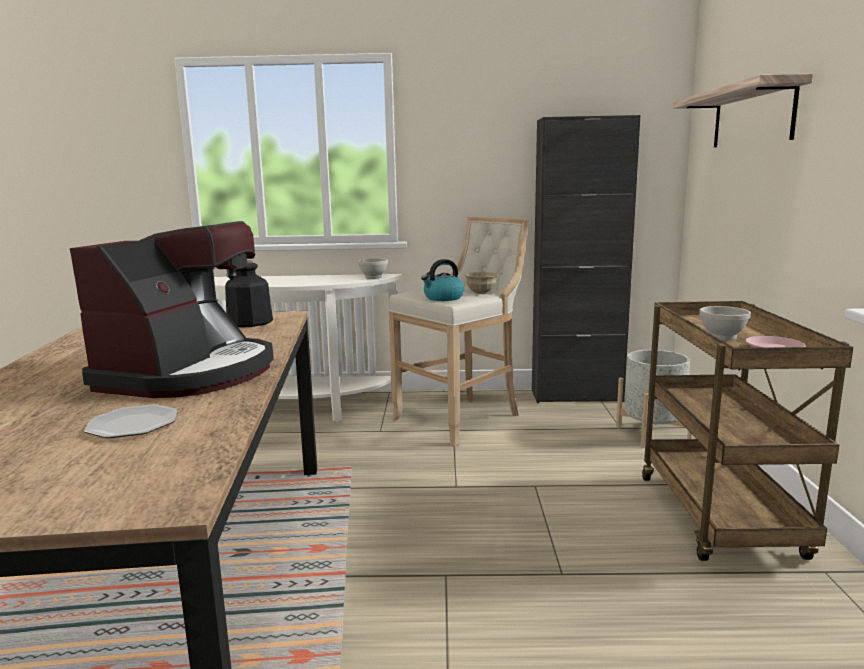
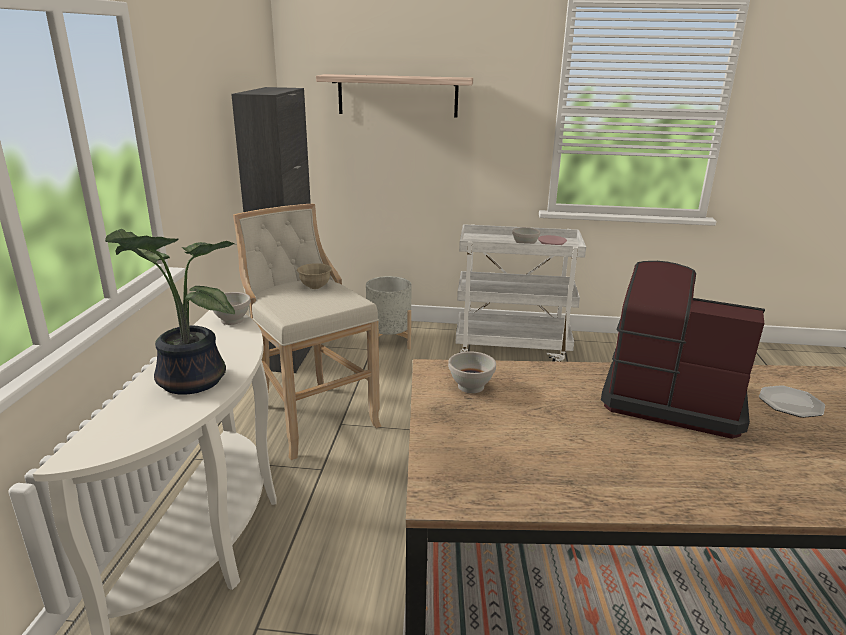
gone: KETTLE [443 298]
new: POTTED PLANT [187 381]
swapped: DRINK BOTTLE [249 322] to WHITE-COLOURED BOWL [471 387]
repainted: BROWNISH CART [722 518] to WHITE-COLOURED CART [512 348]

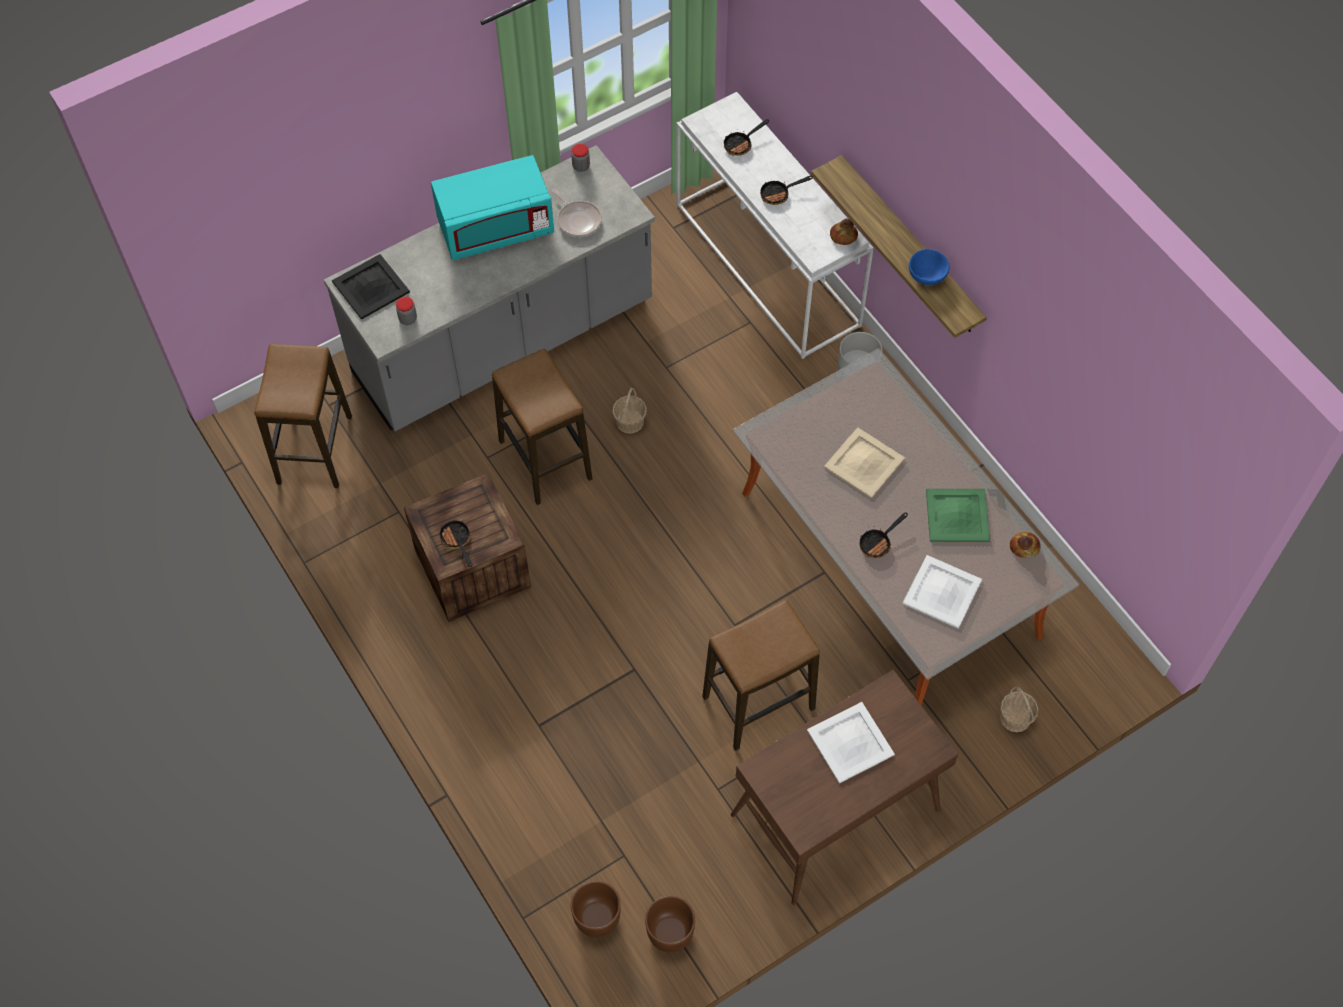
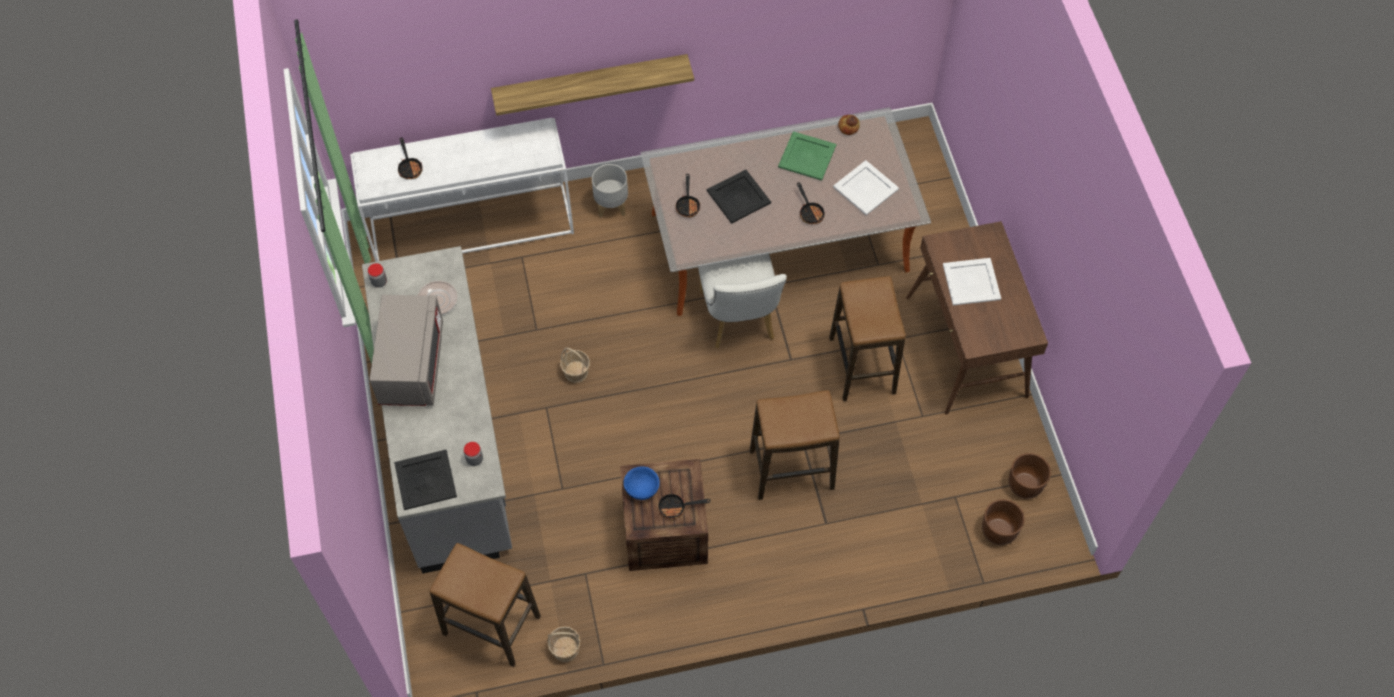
gone: BREAD [843 236]
new: WHITE-COLOURED UPRIGHT CHAIR [739 320]
shifted: STOOL SEAT [545 460] to [791 470]; FRYING PAN [779 194] to [688 204]; BLUISH BOWL [927 275] to [642 488]; BASKET [1015 718] to [565 649]
repainted: TURQUOISE MICROWAVE [496 228] to GRAY MICROWAVE [412 364]; BEIGE-COLOURED TRAY [865 463] to BLACK TRAY [738 196]

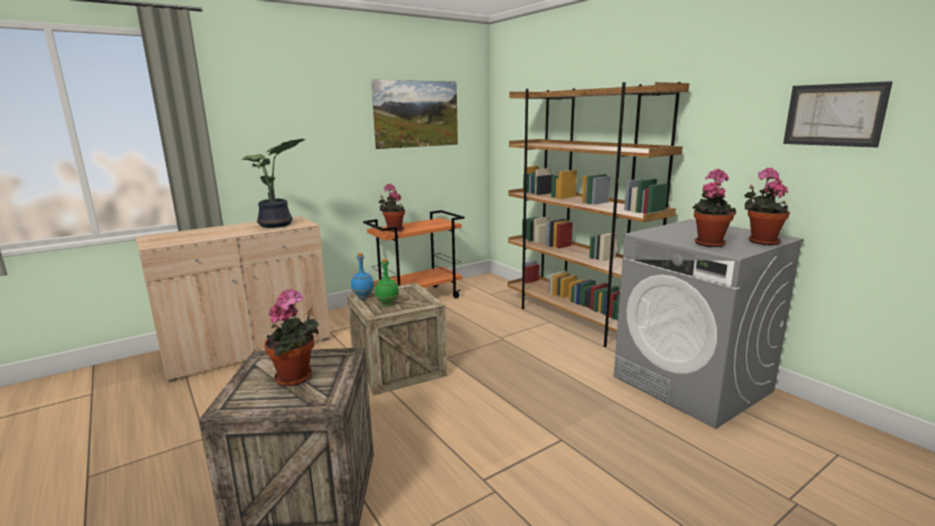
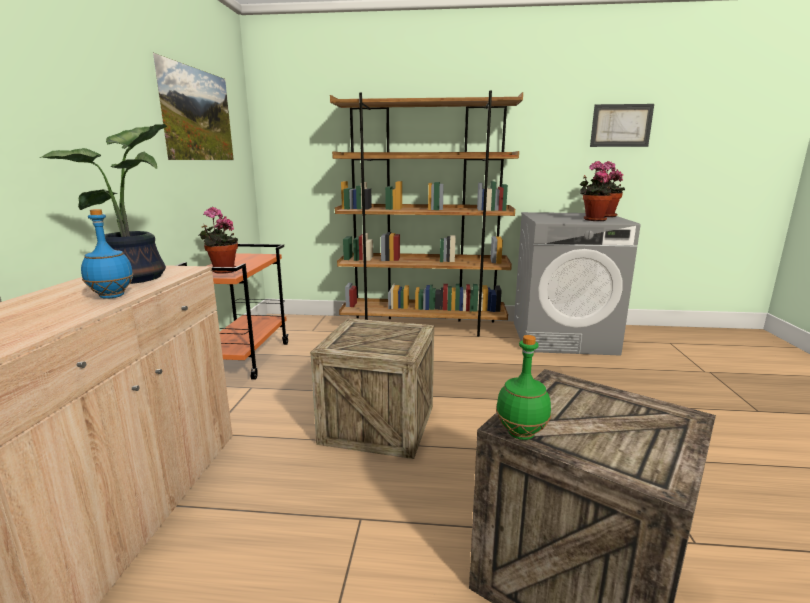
gone: POTTED PLANT [297 378]
shifted: BLUISH DRINK BOTTLE [363 297] to [113 296]; GREEN-COLOURED DRINK BOTTLE [387 304] to [520 434]

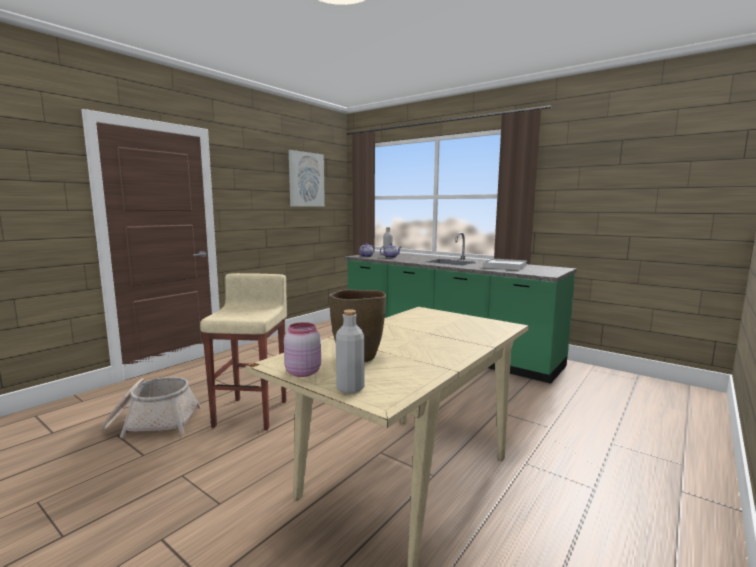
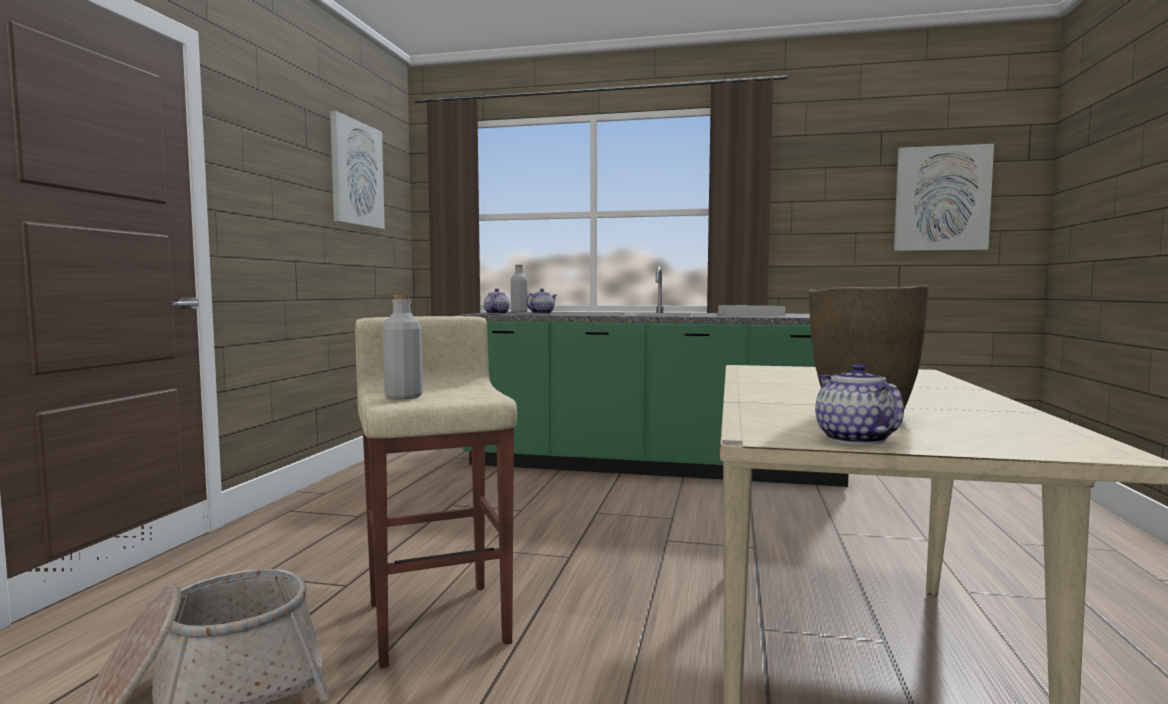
new: WALL PICTURE [941 199]
shifted: GRAY DRINK BOTTLE [350 388] to [403 397]
swapped: PINK-COLOURED JAR [302 372] to TEA POT [853 439]

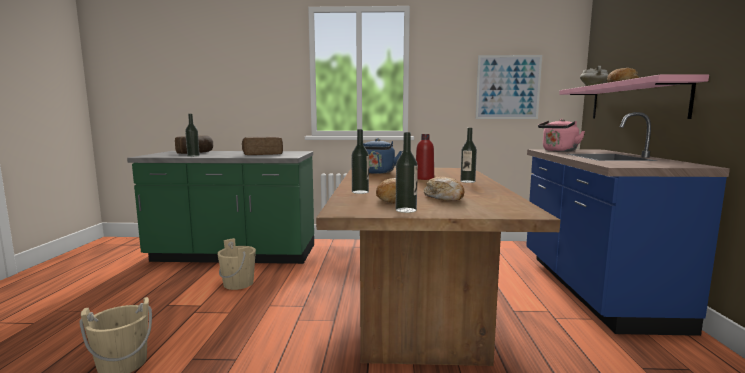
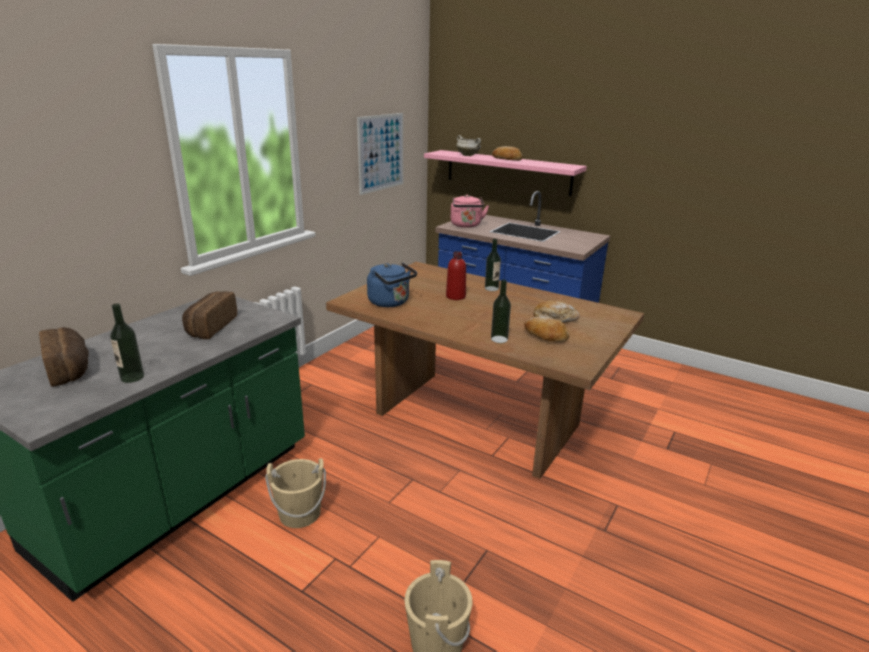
gone: DRINK BOTTLE [406 210]

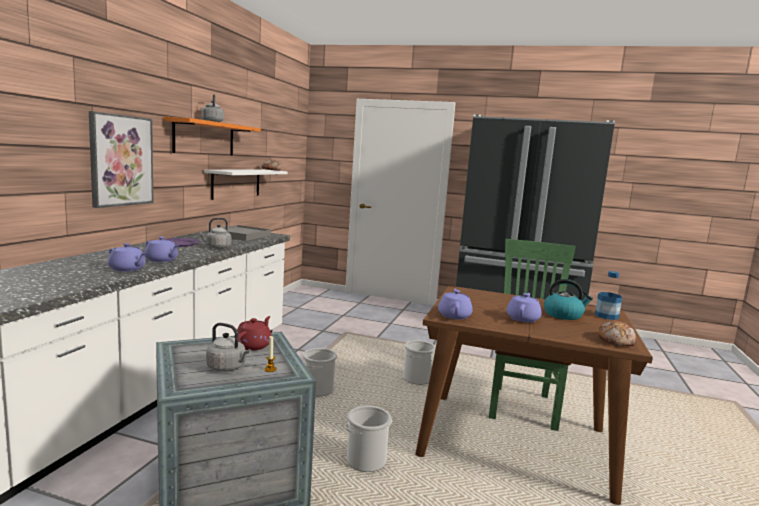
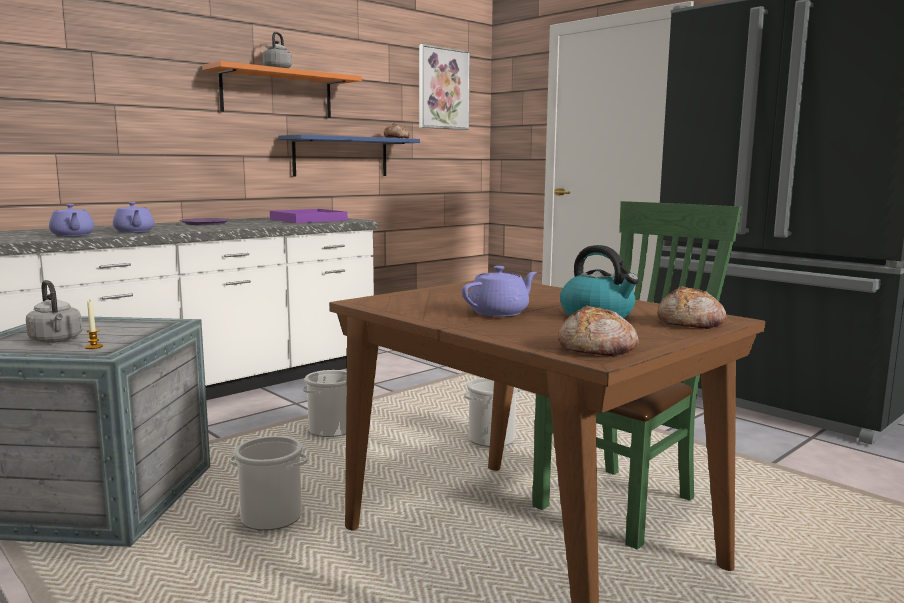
gone: GRAY KETTLE [217 247]; RED-COLOURED TEA POT [253 345]; PURPLISH TEA POT [454 315]
shifted: WALL PICTURE [121 160] to [443 89]
swapped: DRINK BOTTLE [606 316] to BREAD [691 323]
repainted: WHITE-COLOURED BRACKET SHELF [236 183] to BLUISH BRACKET SHELF [341 157]; GRAY TRAY [241 235] to PURPLISH TRAY [308 220]

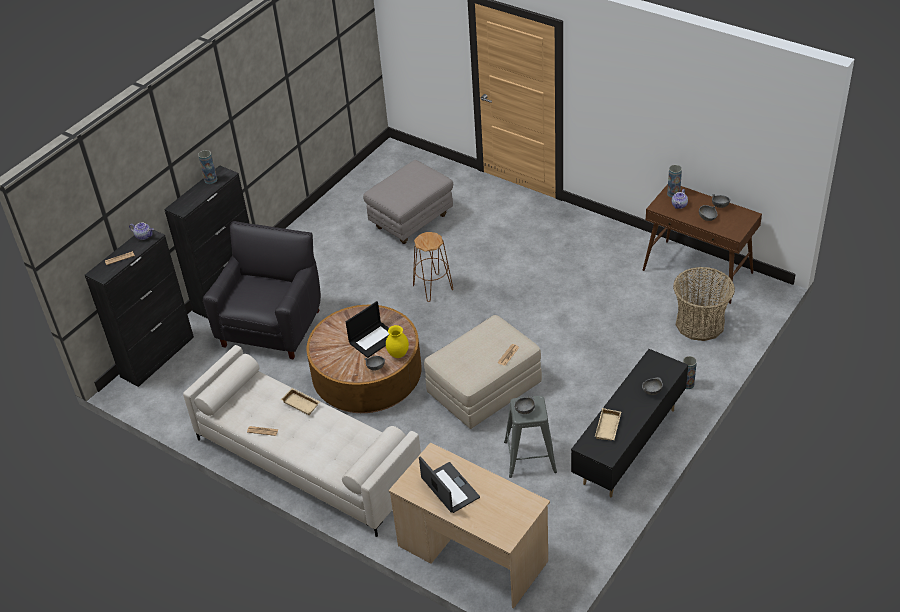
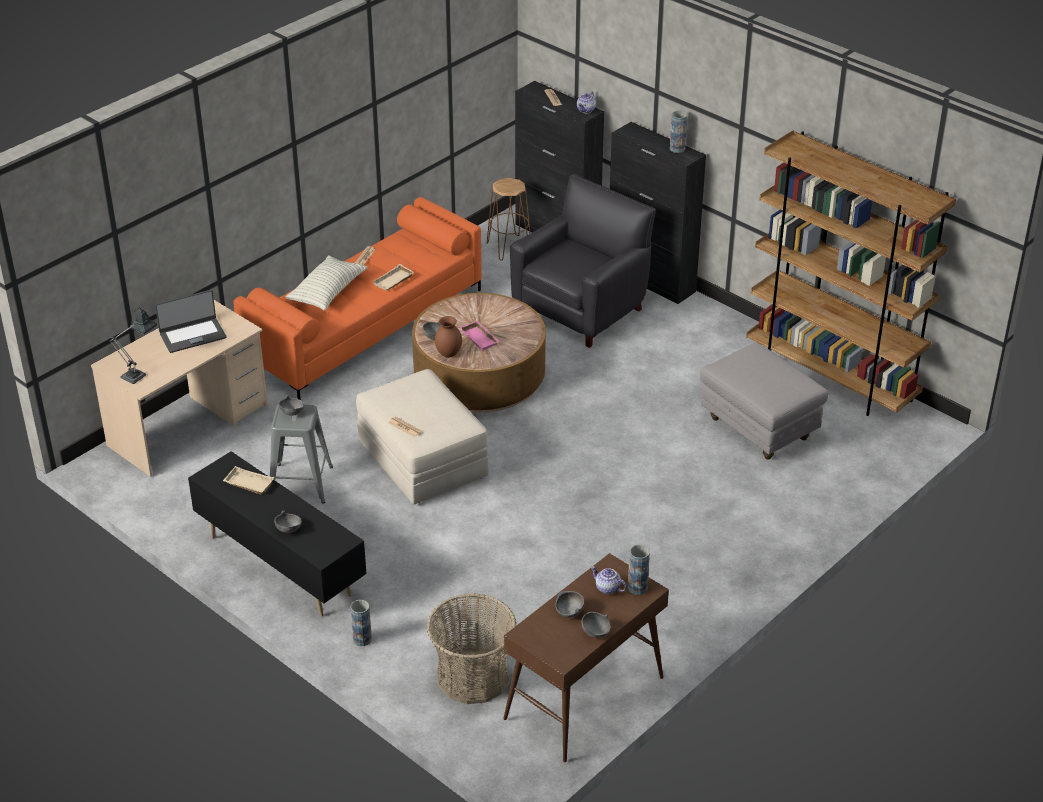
new: TABLETOP LAMP [137 374]; PILLOW [327 292]; BROWNISH BOOKSHELF [831 378]
shifted: BROWNISH STOOL SEAT [432 287] to [509 247]
swapped: LAPTOP [374 339] to PINK-COLOURED TRAY [481 338]
repainted: WHITE-COLOURED SETTEE [306 461] to ORANGE-COLOURED SETTEE [364 326]; YELLOW FLOWER VASE [398 355] to BROWNISH FLOWER VASE [448 354]
rotated: BLACK LOUNGE CHAIR [272 327] = [582 310] 75 degrees counterclockwise

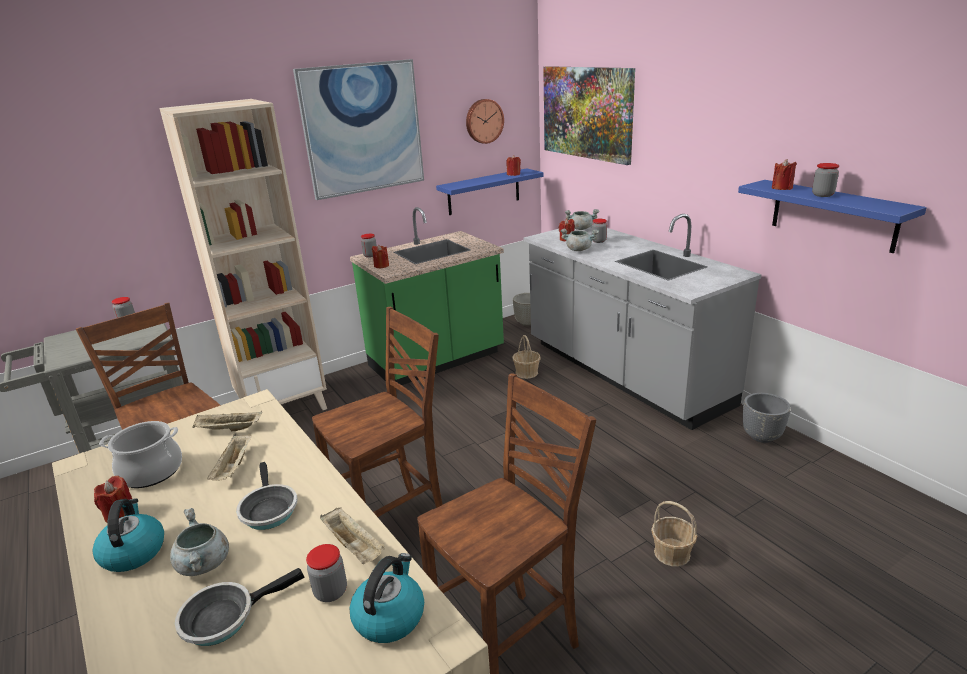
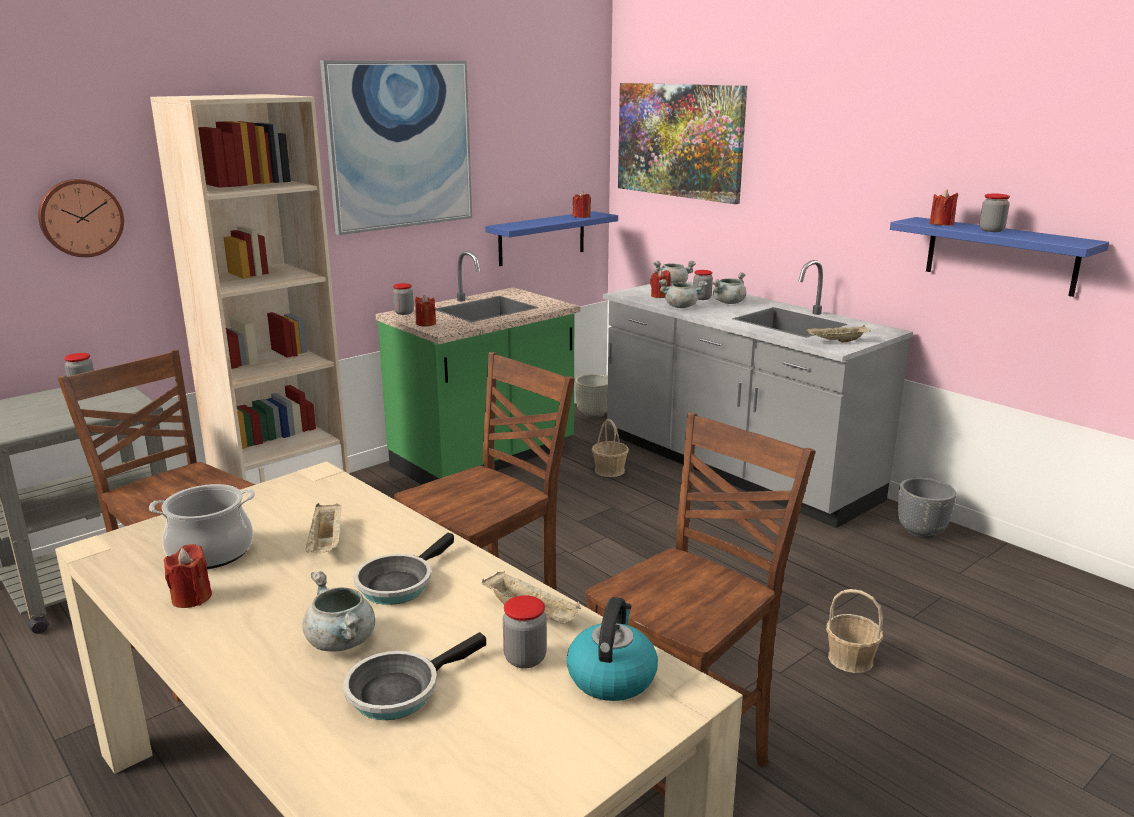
gone: KETTLE [133 552]
new: GRAY COOKING POT [728 303]
shifted: BEIGE-COLOURED TRAY [228 429] to [837 342]; WALL CLOCK [483 121] to [80 217]
rotated: FRYING PAN [268 509] = [398 584] 60 degrees clockwise

